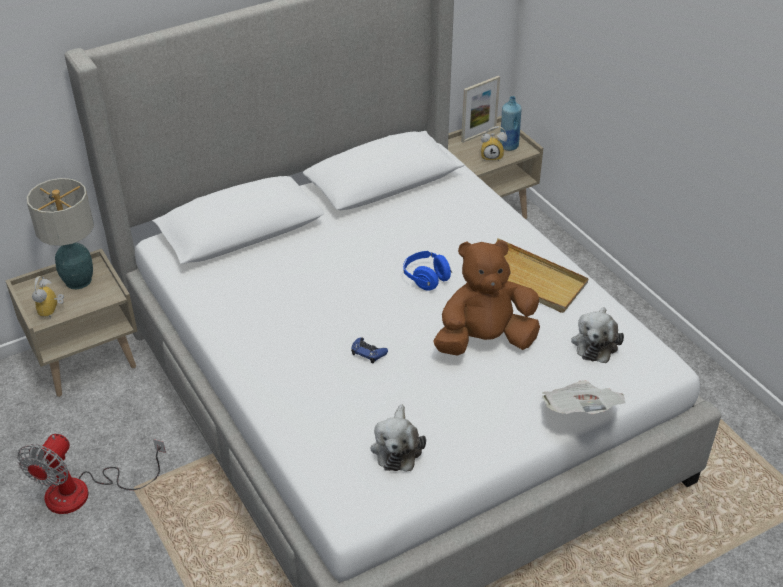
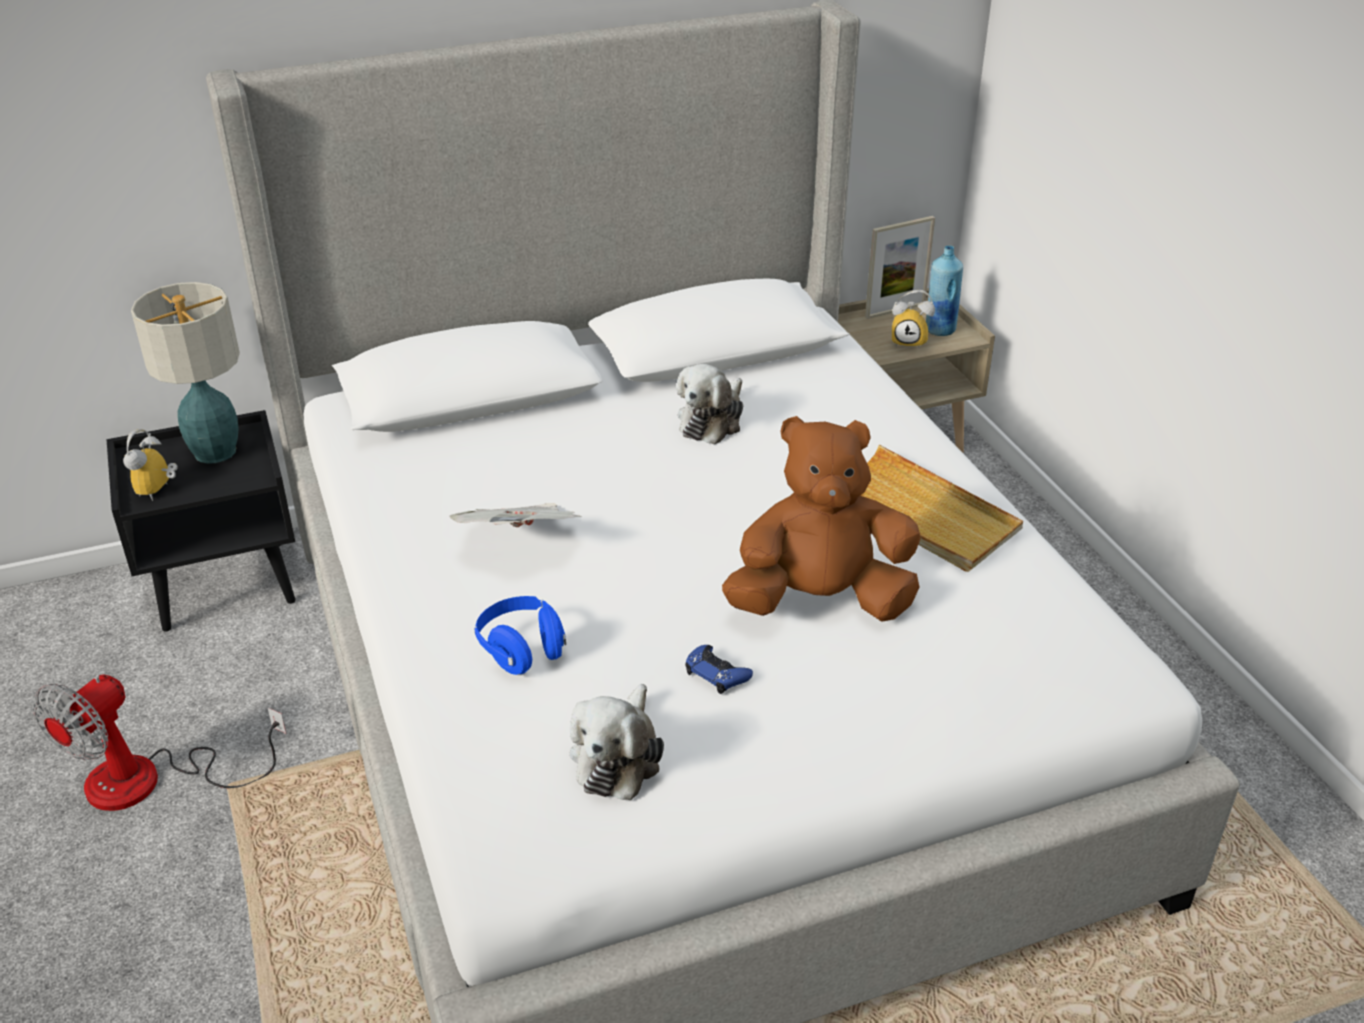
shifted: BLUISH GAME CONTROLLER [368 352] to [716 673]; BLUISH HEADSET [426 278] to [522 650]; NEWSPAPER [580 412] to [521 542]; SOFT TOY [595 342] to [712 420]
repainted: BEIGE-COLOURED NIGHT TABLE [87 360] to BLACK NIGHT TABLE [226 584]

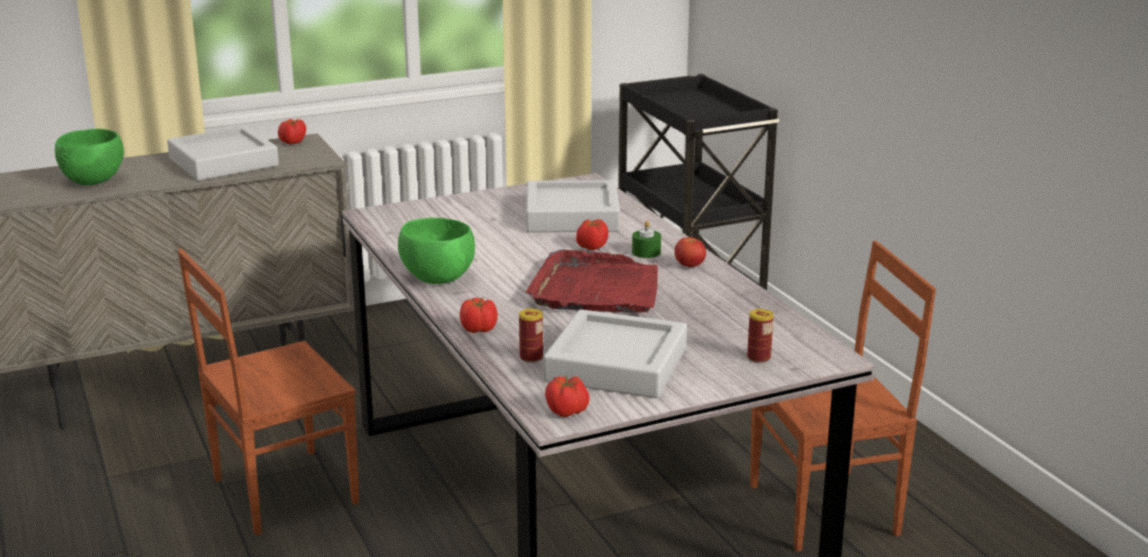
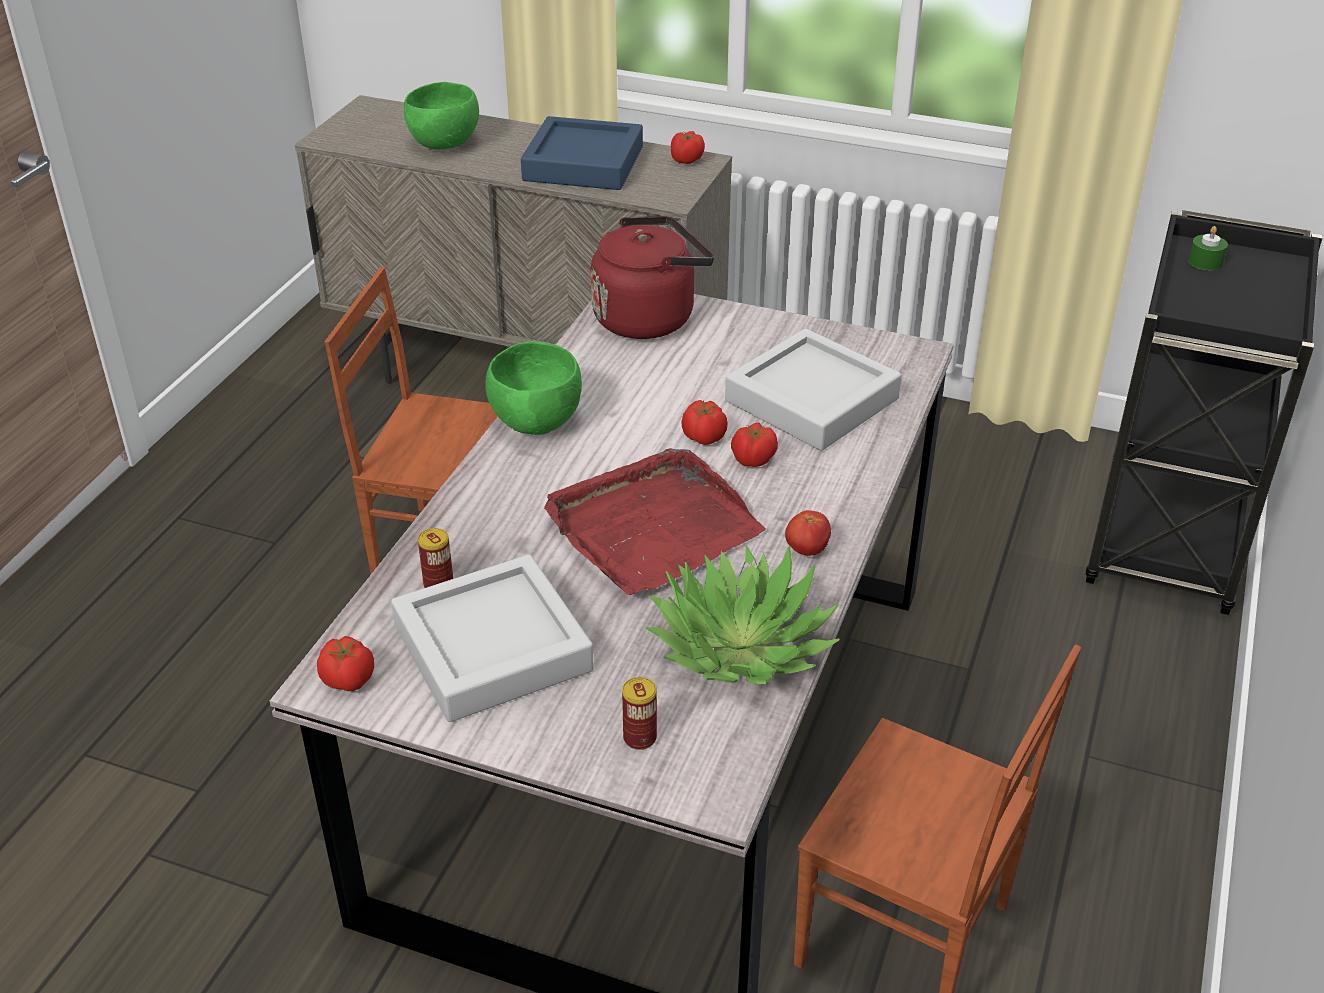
new: RED-COLOURED KETTLE [649 317]; POTTED PLANT [741 645]
shifted: TOMATO [479 329] to [704 438]; GREEN-COLOURED CANDLE [646 252] to [1205 261]
repainted: GRAY TRAY [223 162] to BLUISH TRAY [583 164]

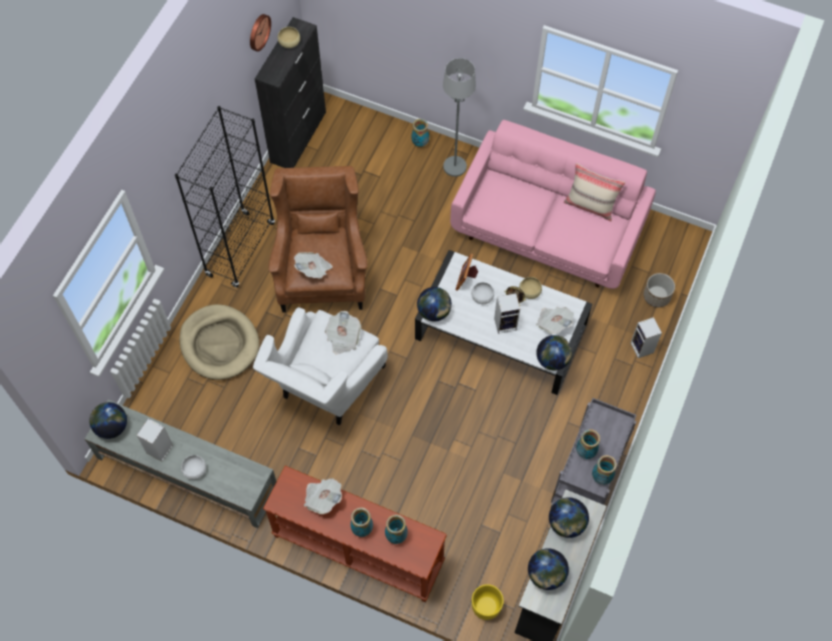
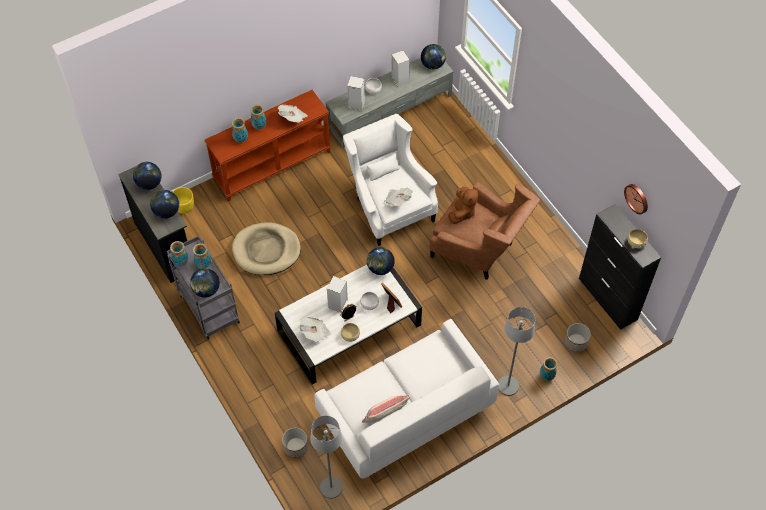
gone: BLACK BOOKSHELF [240 249]
new: GRAY STANDING LAMP [331 488]; PLANT POT [576 343]
shifted: BEIGE-COLOURED DOG BED [219 344] to [266 250]; WORLD GLOBE [552 360] to [206 290]; SPEAKER [642 348] to [355 104]
swapped: NEWSPAPER [314 269] to BROWNISH SOFT TOY [462 212]
repainted: PINK-COLOURED SETTEE [548 230] to WHITE-COLOURED SETTEE [405 412]

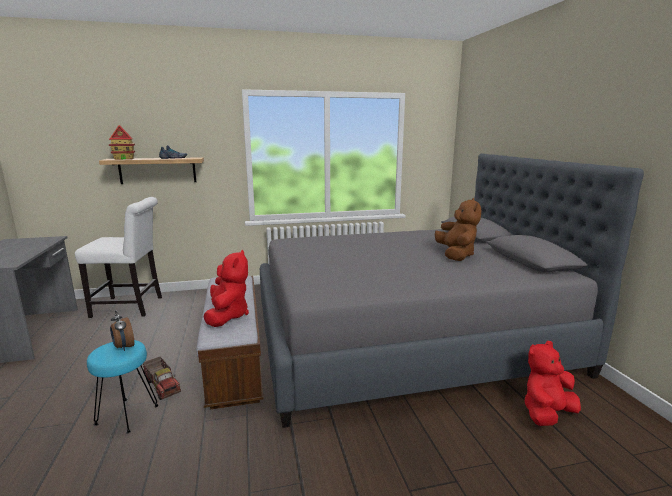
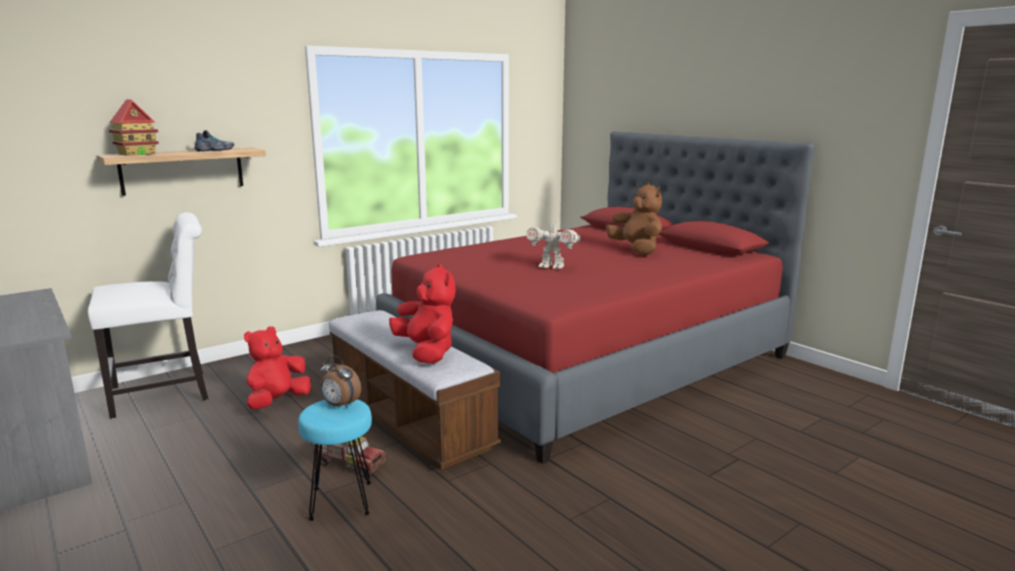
new: MODEL ROBOT [552 267]
shifted: RED-COLOURED SOFT TOY [546 413] to [277 402]
repainted: GRAY BED [405 338] to RED-COLOURED BED [586 359]

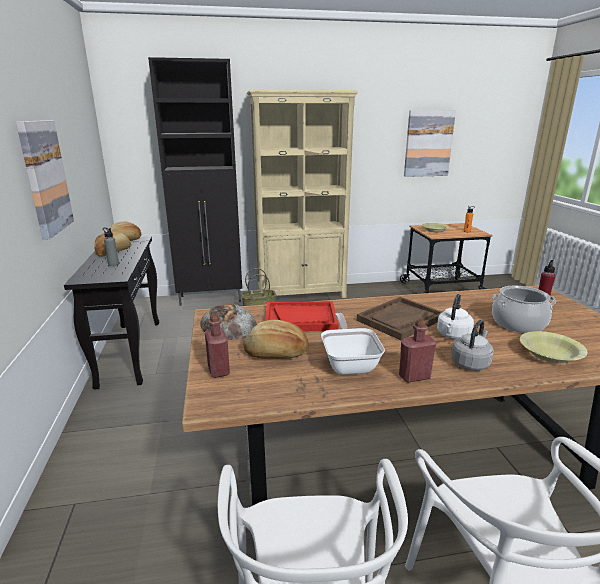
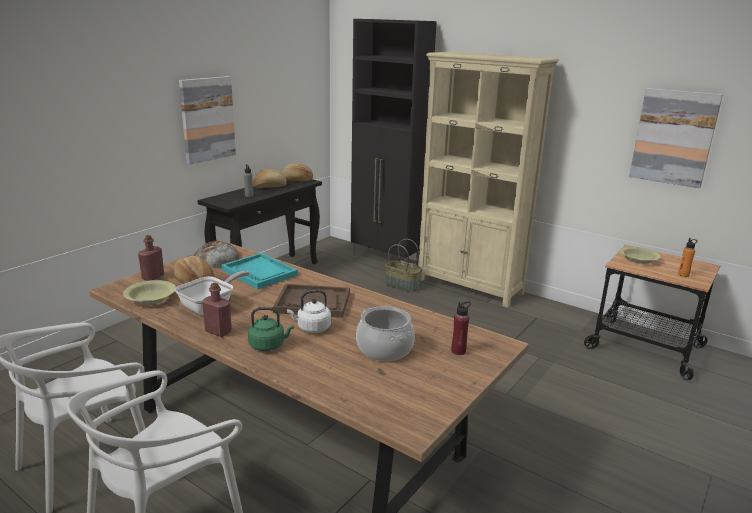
shifted: YELLOW BOWL [550 355] to [150 299]
repainted: RED-COLOURED TRAY [301 318] to TURQUOISE TRAY [259 272]; GRAY KETTLE [471 363] to GREEN-COLOURED KETTLE [269 345]

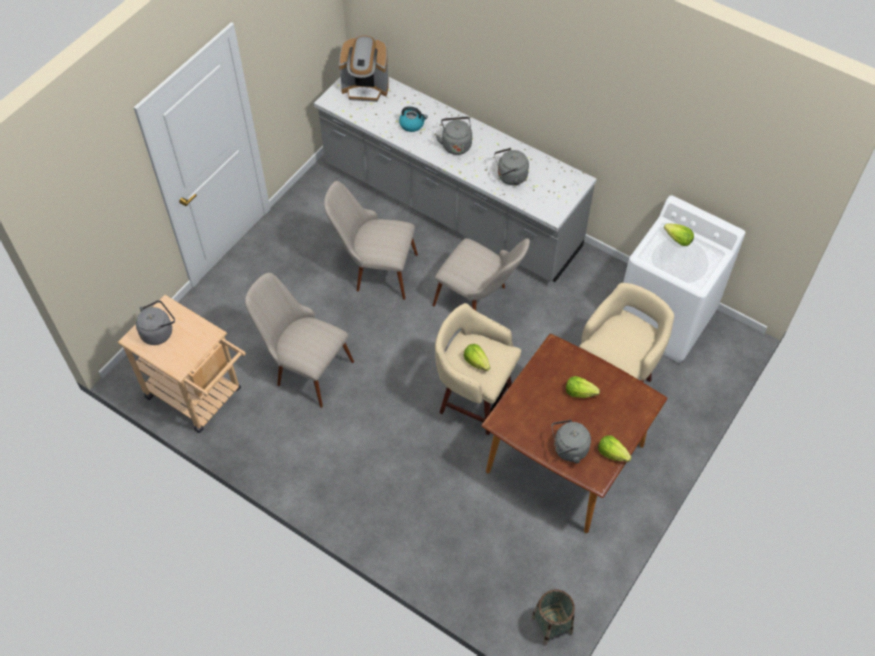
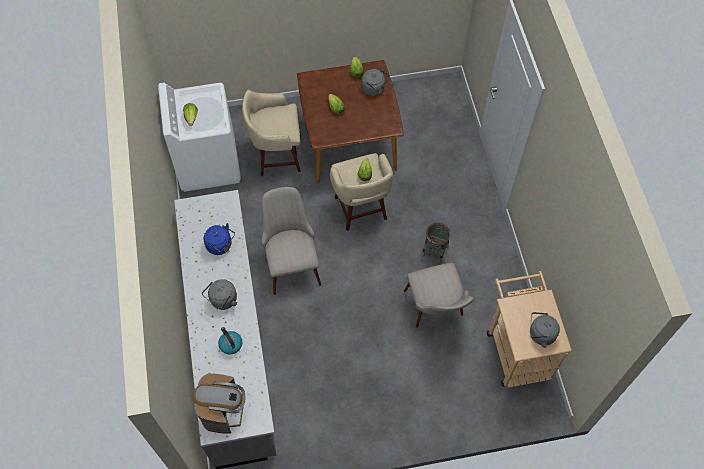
gone: BEIGE-COLOURED UPRIGHT CHAIR [375 270]
shifted: BASKET [551 625] to [434 250]
repainted: GRAY KETTLE [510 177] to BLUISH KETTLE [221 246]
rotated: COFFEE MACHINE [365 87] = [224 410] 45 degrees clockwise

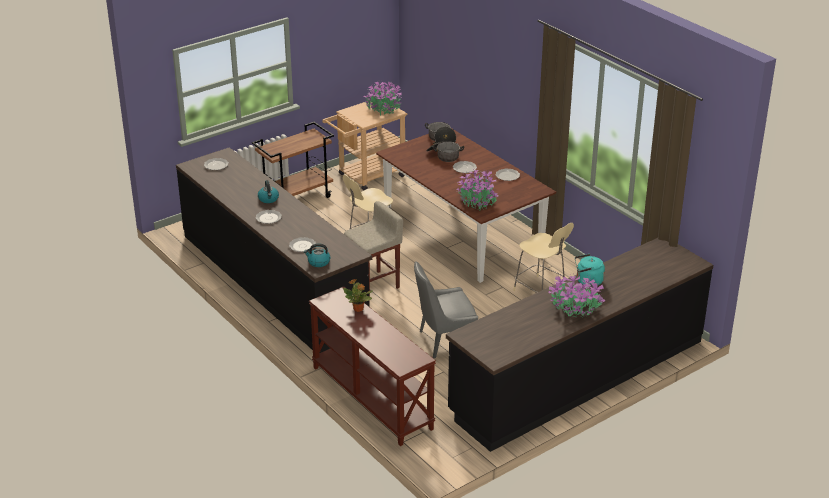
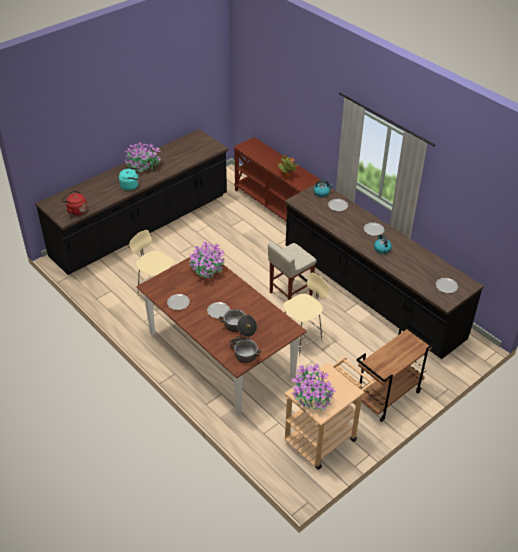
gone: GRAY UPRIGHT CHAIR [444 341]
new: RED-COLOURED KETTLE [76 210]

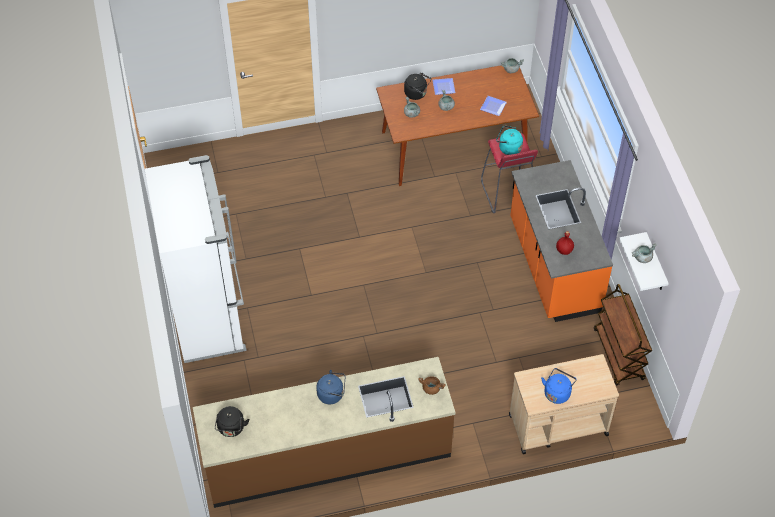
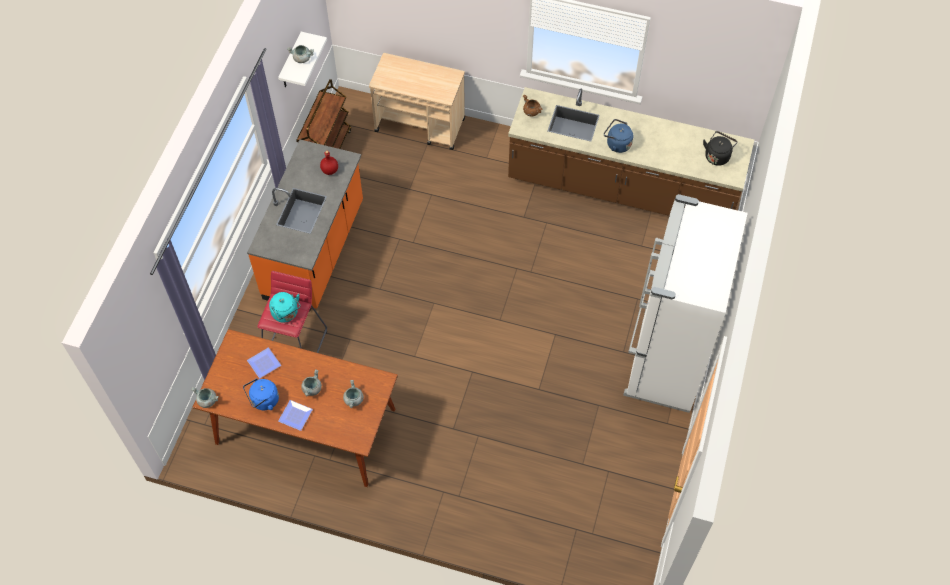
gone: BLACK KETTLE [417 93]
shifted: BLUISH KETTLE [557 392] to [263 401]

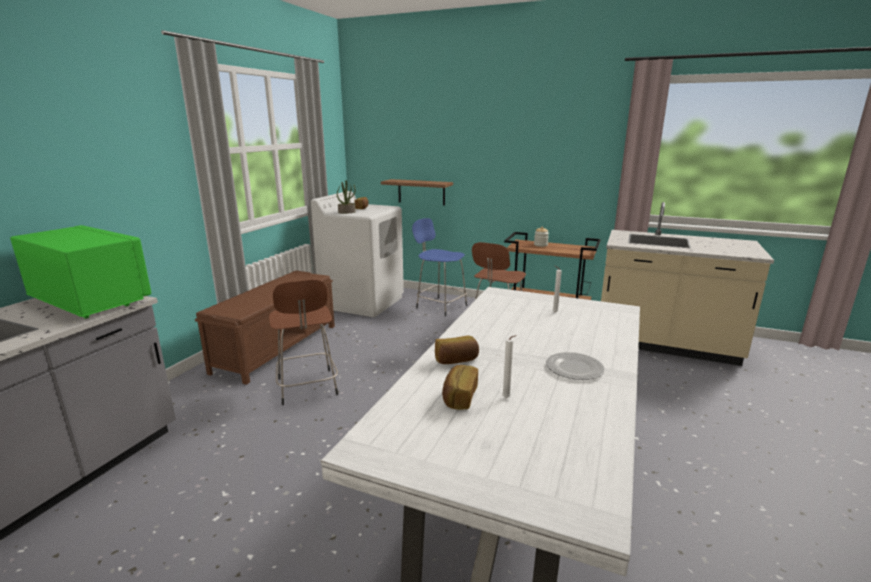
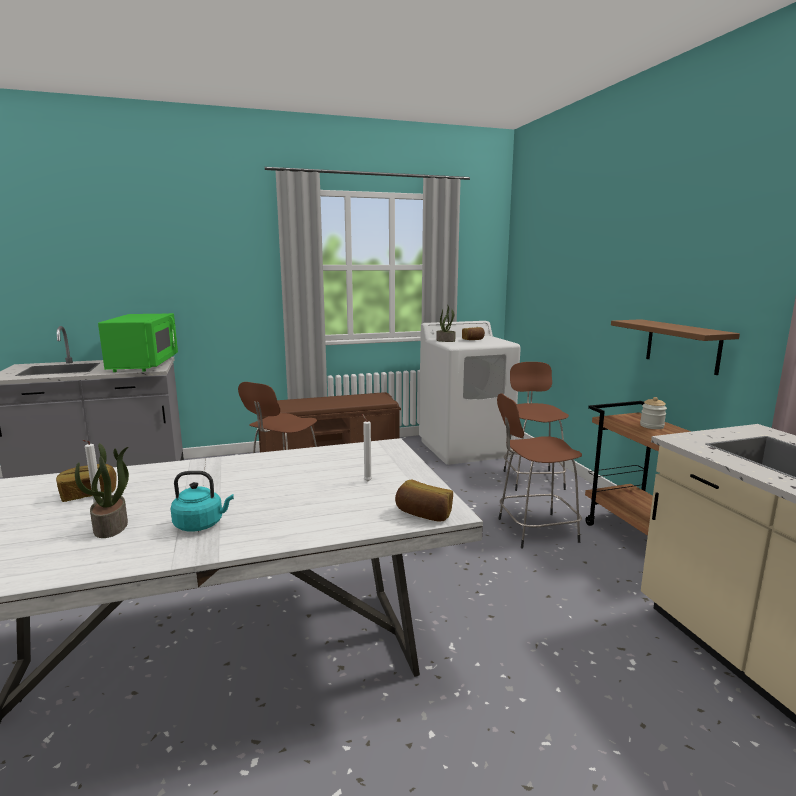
new: POTTED PLANT [111 527]
shifted: BROWNISH BRACKET SHELF [421 192] to [682 346]; BREAD [456 360] to [424 514]
swapped: DINNER PLATE [574 368] to TURQUOISE KETTLE [201 524]
repainted: BLUISH STOOL SEAT [440 306] to BROWNISH STOOL SEAT [532 479]

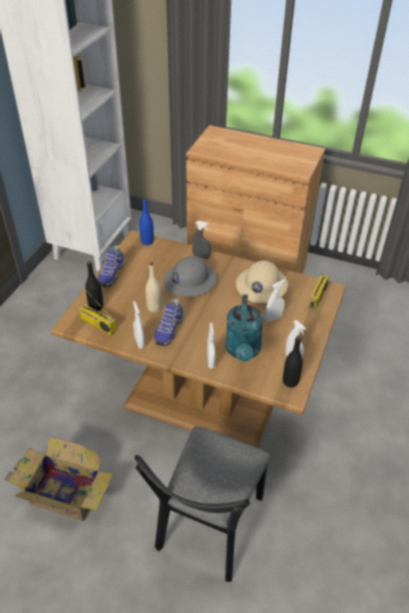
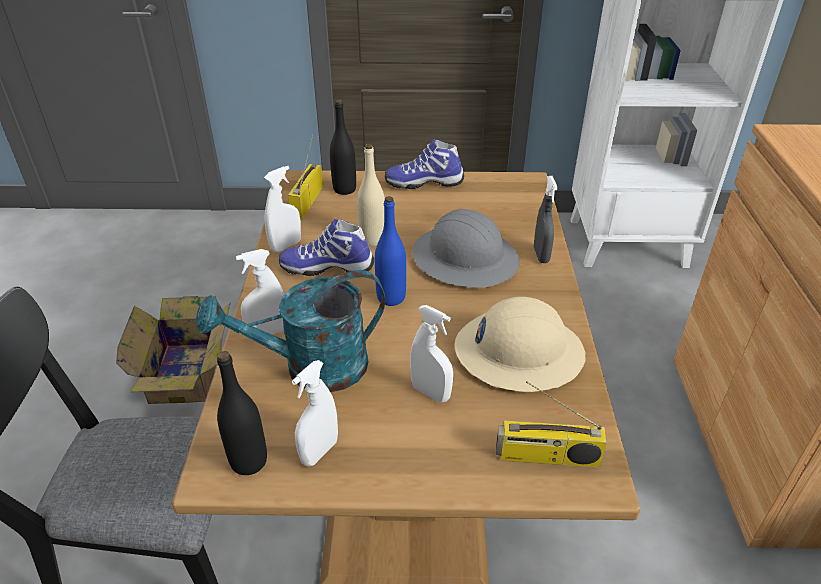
shifted: BLUISH DRINK BOTTLE [147 241] to [391 297]

